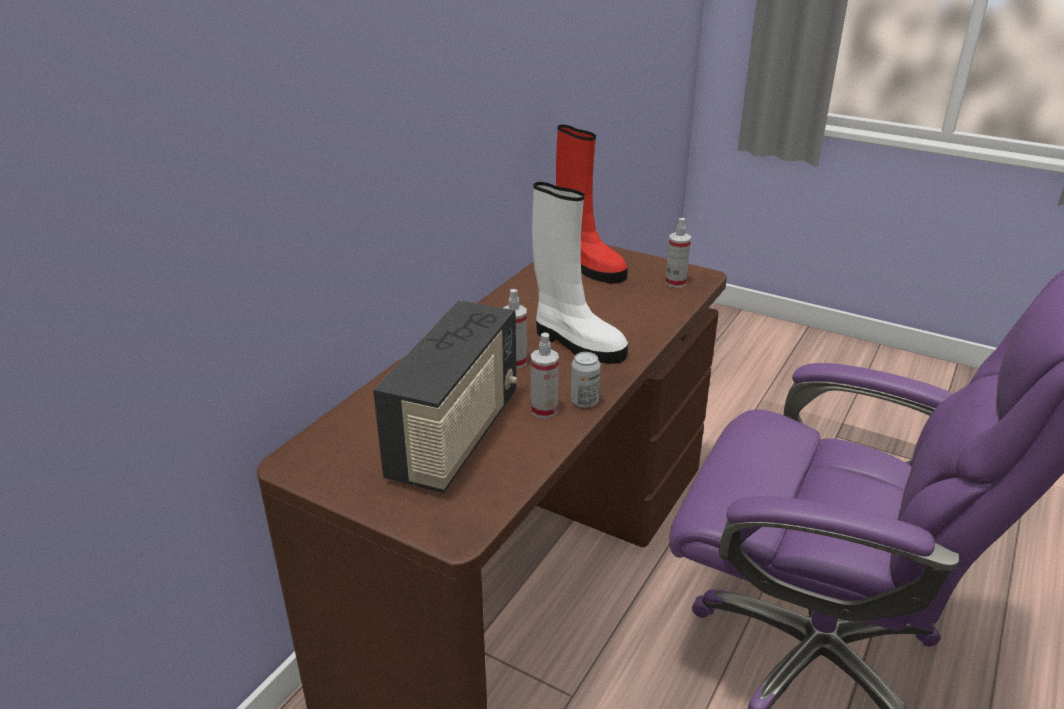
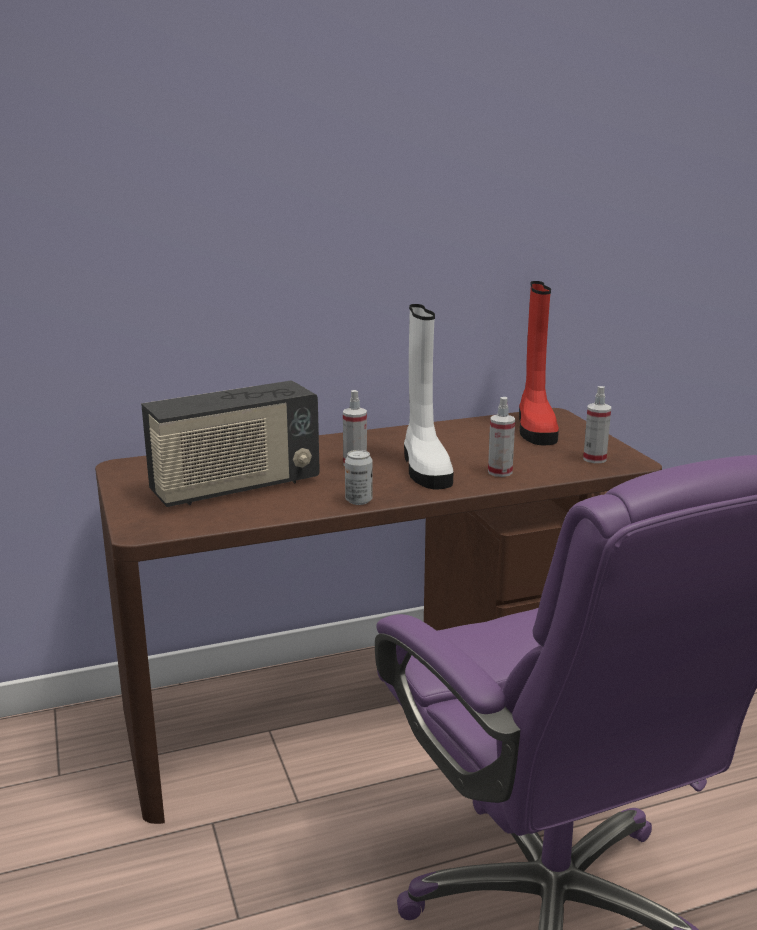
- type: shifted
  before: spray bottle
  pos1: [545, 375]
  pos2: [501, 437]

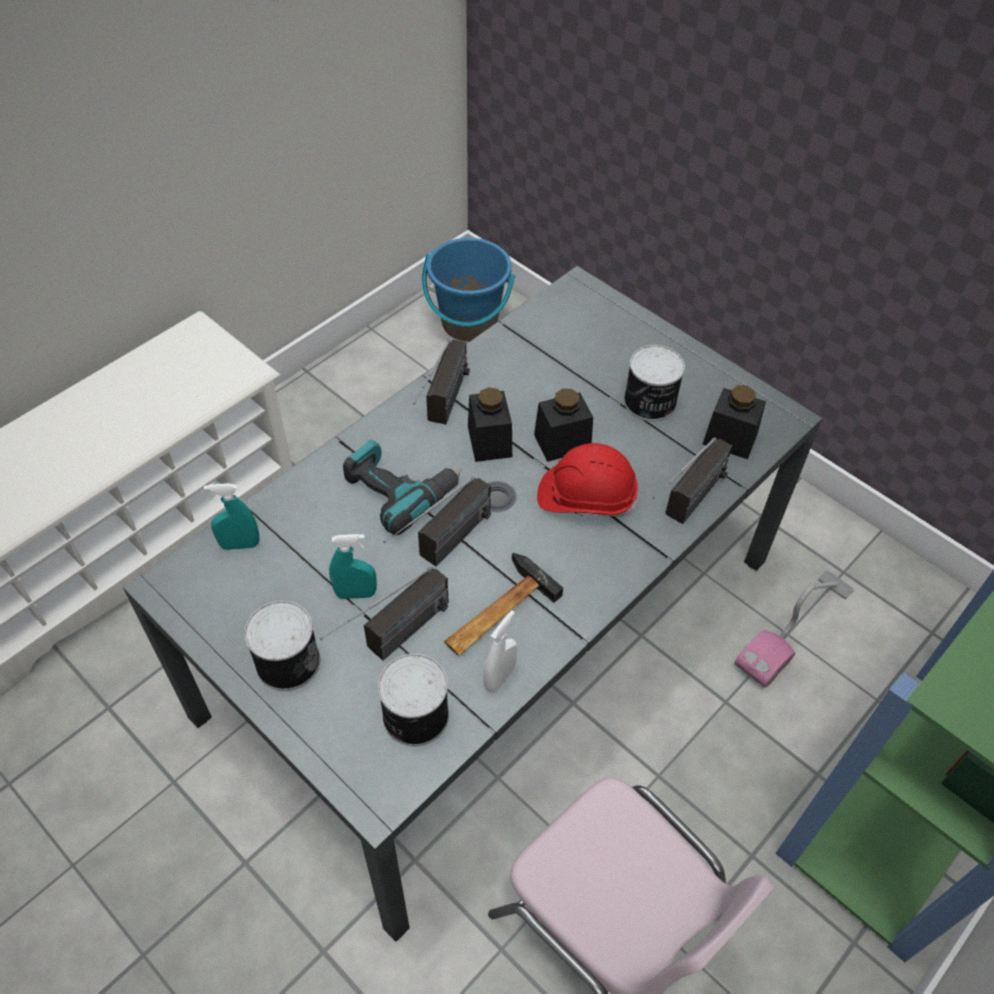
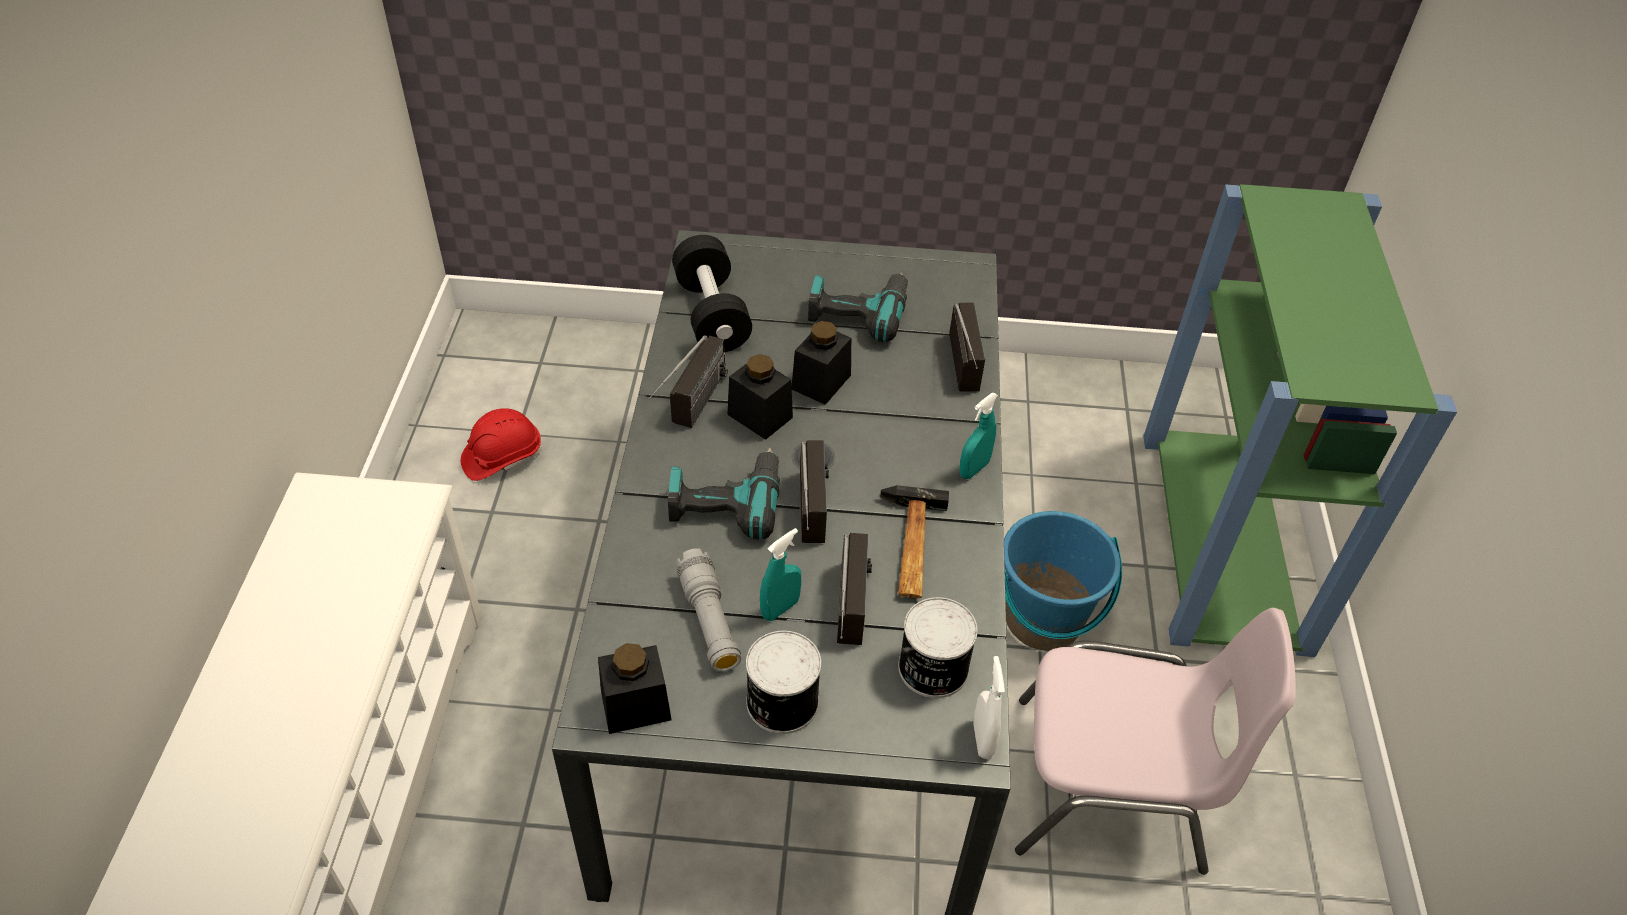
- type: shifted
  before: turquoise-coloured spray bottle
  pos1: [231, 516]
  pos2: [978, 436]
- type: rotated
  before: radio
  pos1: [441, 382]
  pos2: [688, 381]
  turn: 45
- type: shifted
  before: blue-coloured pail
  pos1: [468, 289]
  pos2: [1063, 581]
- type: shifted
  before: white-coloured spray bottle
  pos1: [500, 651]
  pos2: [989, 707]
- type: shifted
  before: red-coloured hard hat
  pos1: [587, 480]
  pos2: [501, 444]
- type: swapped
  before: sealed can
  after: power drill
  pos1: [654, 383]
  pos2: [858, 308]
- type: shifted
  before: black jar
  pos1: [734, 422]
  pos2: [635, 688]
- type: gone
  before: vacuum cleaner
  pos1: [794, 629]
- type: new
  after: black free weight
  pos2: [712, 293]
- type: new
  after: grey torch
  pos2: [708, 610]

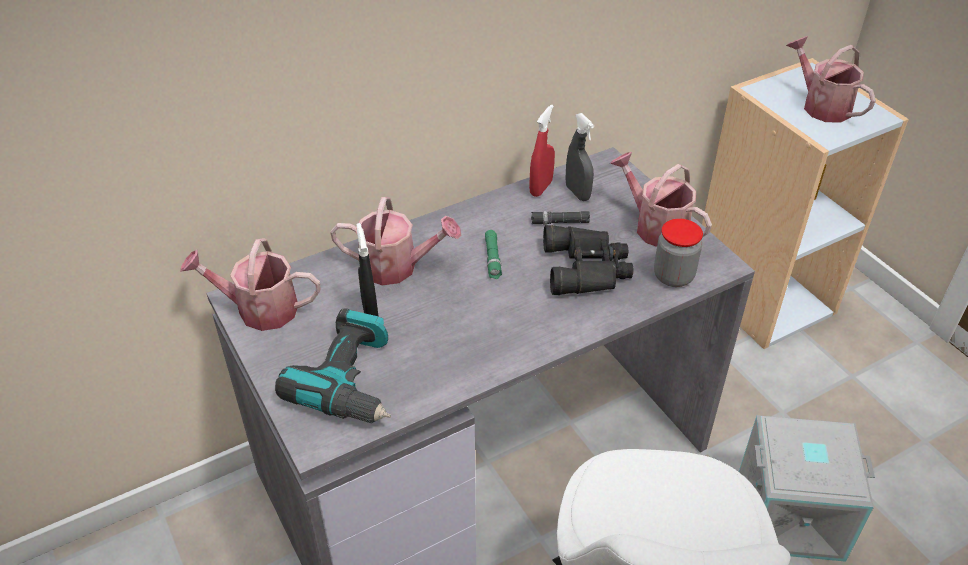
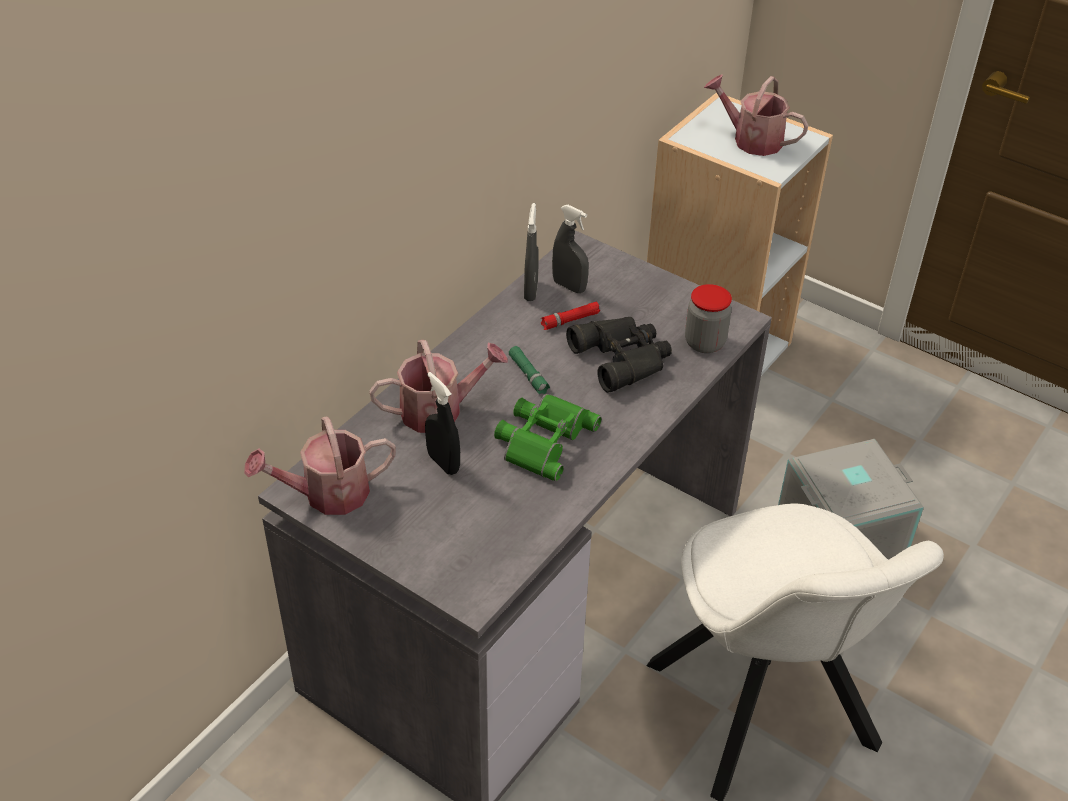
- type: gone
  before: power drill
  pos1: [333, 365]
- type: repainted
  before: red-coloured spray bottle
  after: grey spray bottle
  pos1: [542, 150]
  pos2: [531, 252]
- type: repainted
  before: black torch
  after: red-coloured torch
  pos1: [560, 218]
  pos2: [570, 316]
- type: gone
  before: watering can
  pos1: [661, 199]
- type: new
  after: green-coloured field glasses
  pos2: [548, 438]

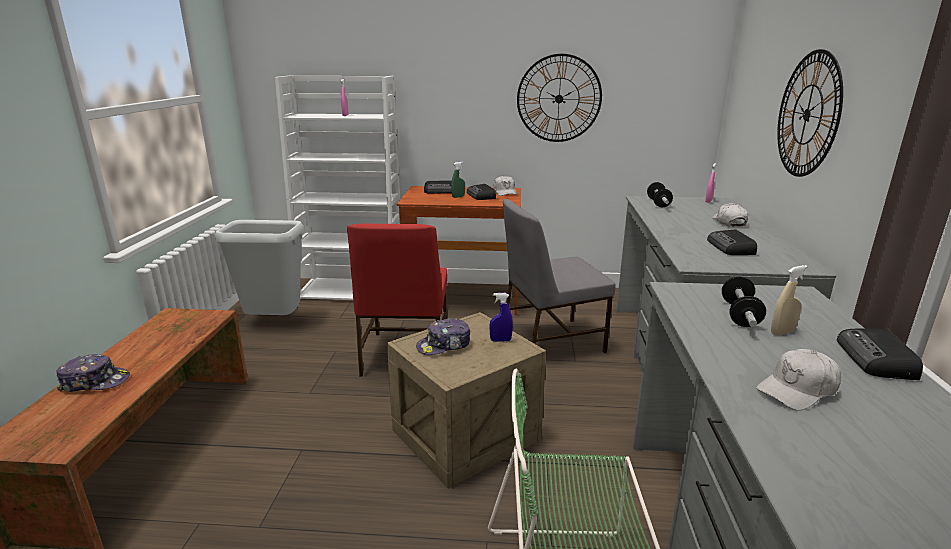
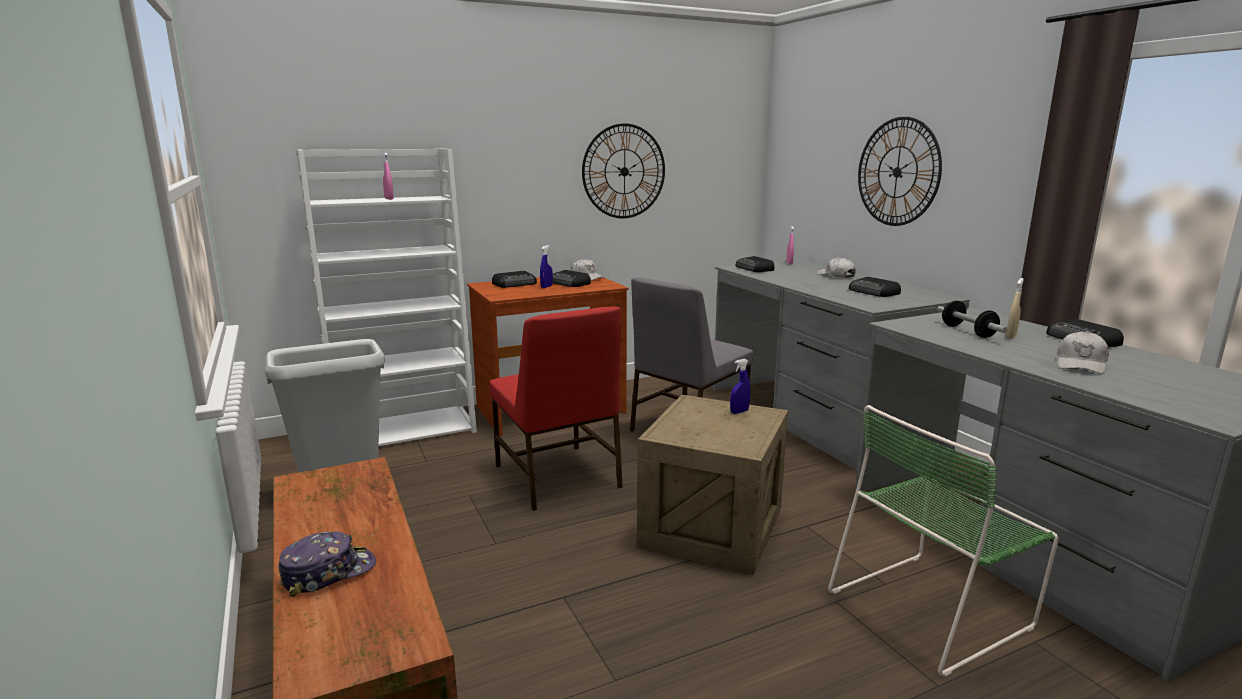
- type: gone
  before: baseball cap
  pos1: [443, 336]
- type: repainted
  before: green-coloured spray bottle
  after: blue-coloured spray bottle
  pos1: [458, 180]
  pos2: [546, 266]
- type: swapped
  before: free weight
  after: radio
  pos1: [660, 194]
  pos2: [754, 264]

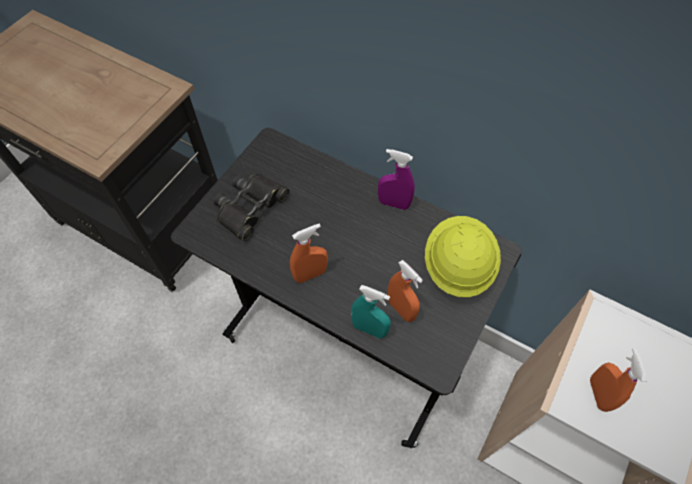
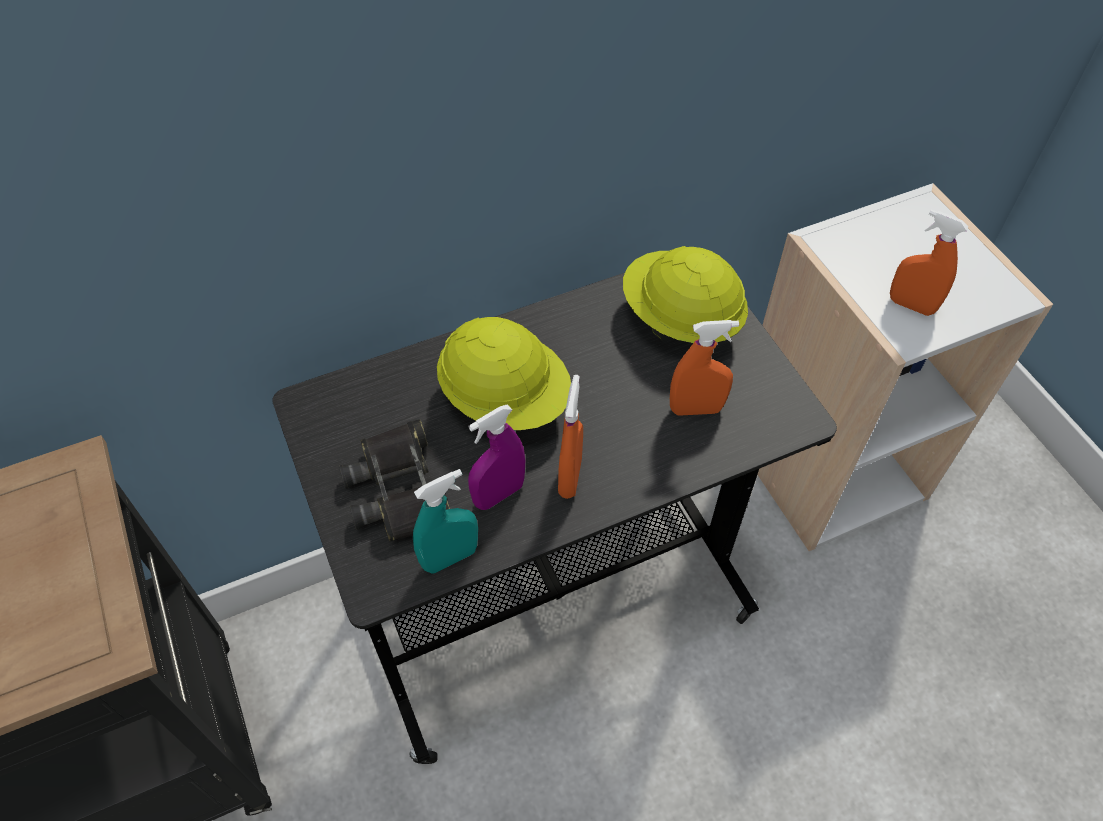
- type: shifted
  before: turquoise-coloured spray bottle
  pos1: [371, 312]
  pos2: [445, 521]
- type: shifted
  before: purple-coloured spray bottle
  pos1: [396, 179]
  pos2: [496, 457]
- type: new
  after: yellowish hard hat
  pos2: [504, 373]

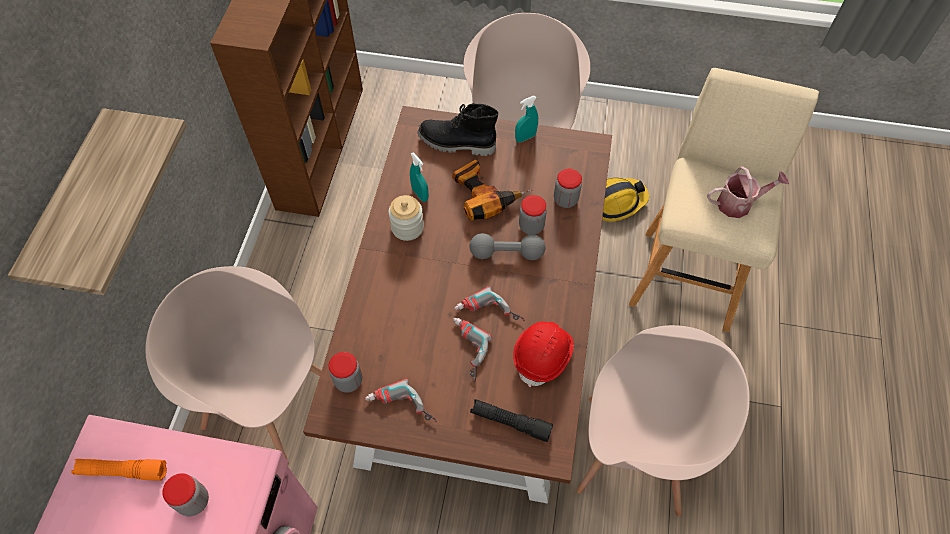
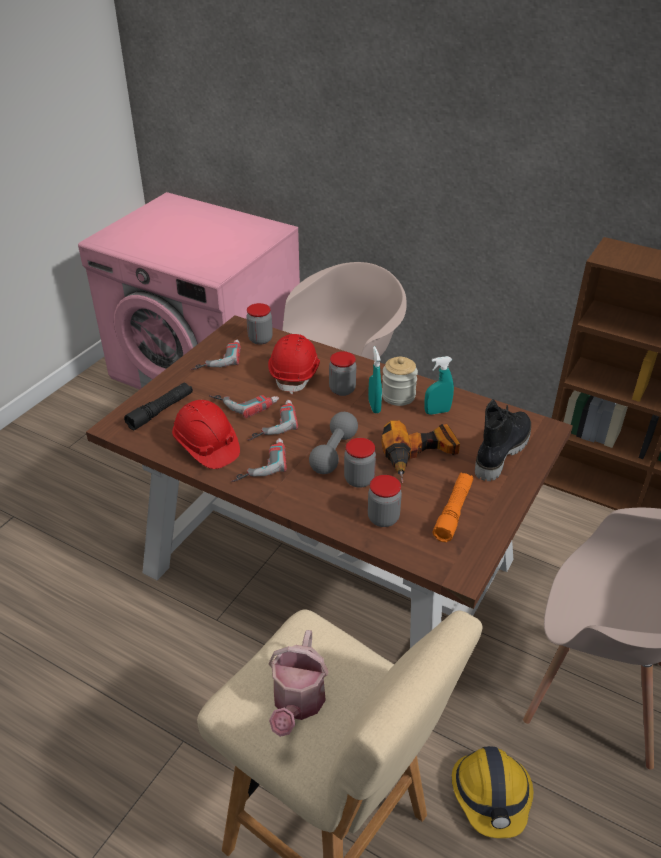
- type: gone
  before: wall shelf
  pos1: [97, 201]
- type: shifted
  before: orangey torch
  pos1: [119, 470]
  pos2: [453, 507]
- type: shifted
  before: jar
  pos1: [185, 494]
  pos2: [342, 373]
- type: shifted
  before: turquoise-coloured spray bottle
  pos1: [526, 119]
  pos2: [375, 379]
- type: gone
  before: sand-coloured upright chair
  pos1: [663, 420]
- type: new
  after: power drill
  pos2: [259, 460]
- type: new
  after: red-coloured hard hat
  pos2: [294, 364]

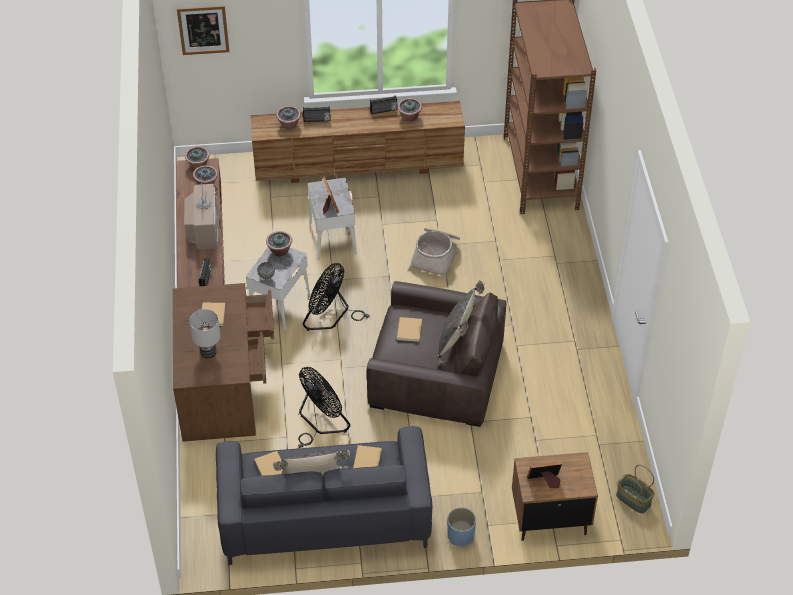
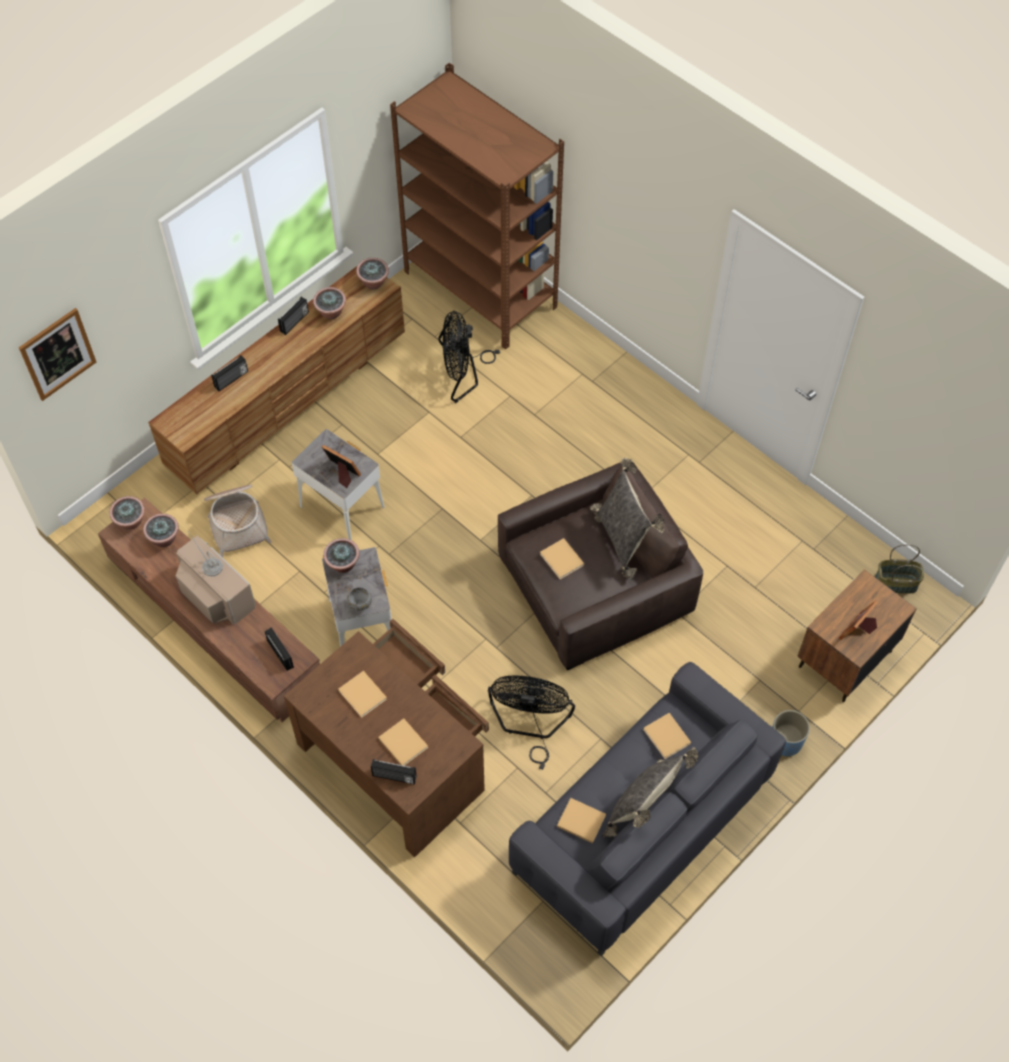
- type: swapped
  before: grey lamp for a table
  after: sand-coloured book
  pos1: [205, 333]
  pos2: [403, 742]
- type: shifted
  before: houseplant
  pos1: [288, 117]
  pos2: [372, 273]
- type: shifted
  before: black cooling fan
  pos1: [336, 297]
  pos2: [469, 357]
- type: shifted
  before: basket
  pos1: [434, 254]
  pos2: [238, 521]
- type: new
  after: radio
  pos2: [394, 772]

